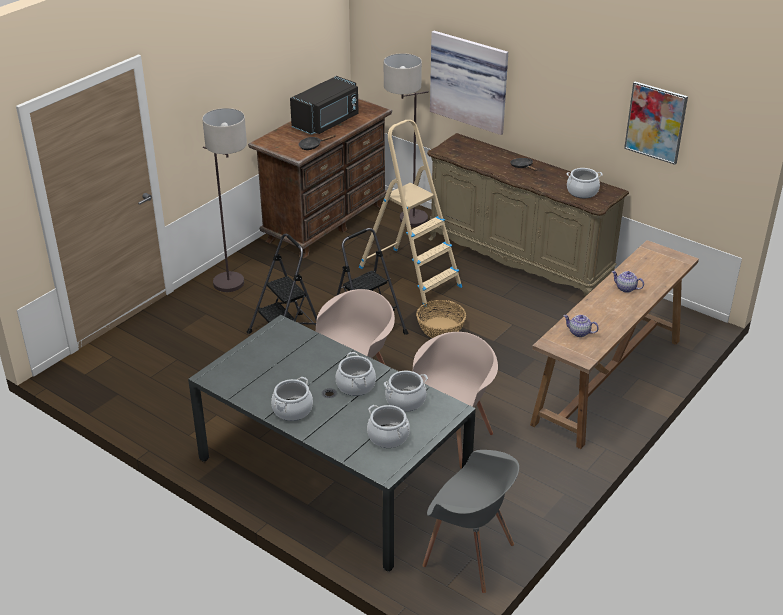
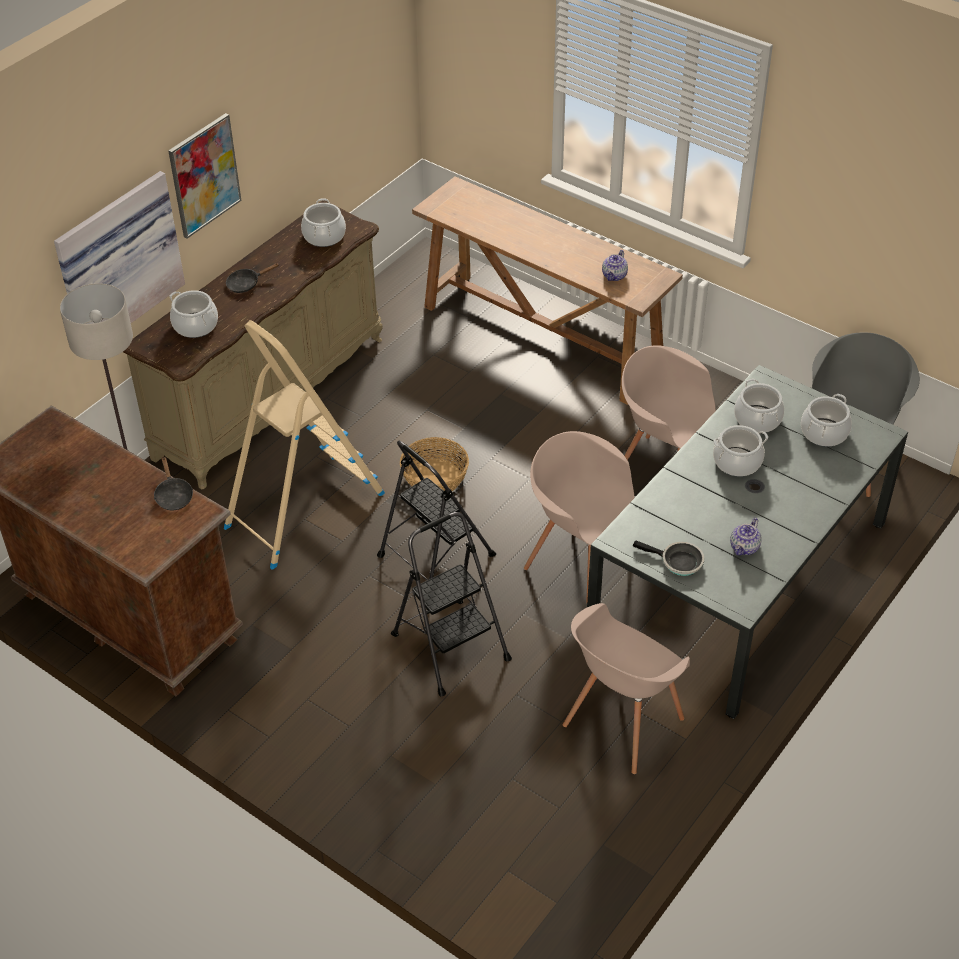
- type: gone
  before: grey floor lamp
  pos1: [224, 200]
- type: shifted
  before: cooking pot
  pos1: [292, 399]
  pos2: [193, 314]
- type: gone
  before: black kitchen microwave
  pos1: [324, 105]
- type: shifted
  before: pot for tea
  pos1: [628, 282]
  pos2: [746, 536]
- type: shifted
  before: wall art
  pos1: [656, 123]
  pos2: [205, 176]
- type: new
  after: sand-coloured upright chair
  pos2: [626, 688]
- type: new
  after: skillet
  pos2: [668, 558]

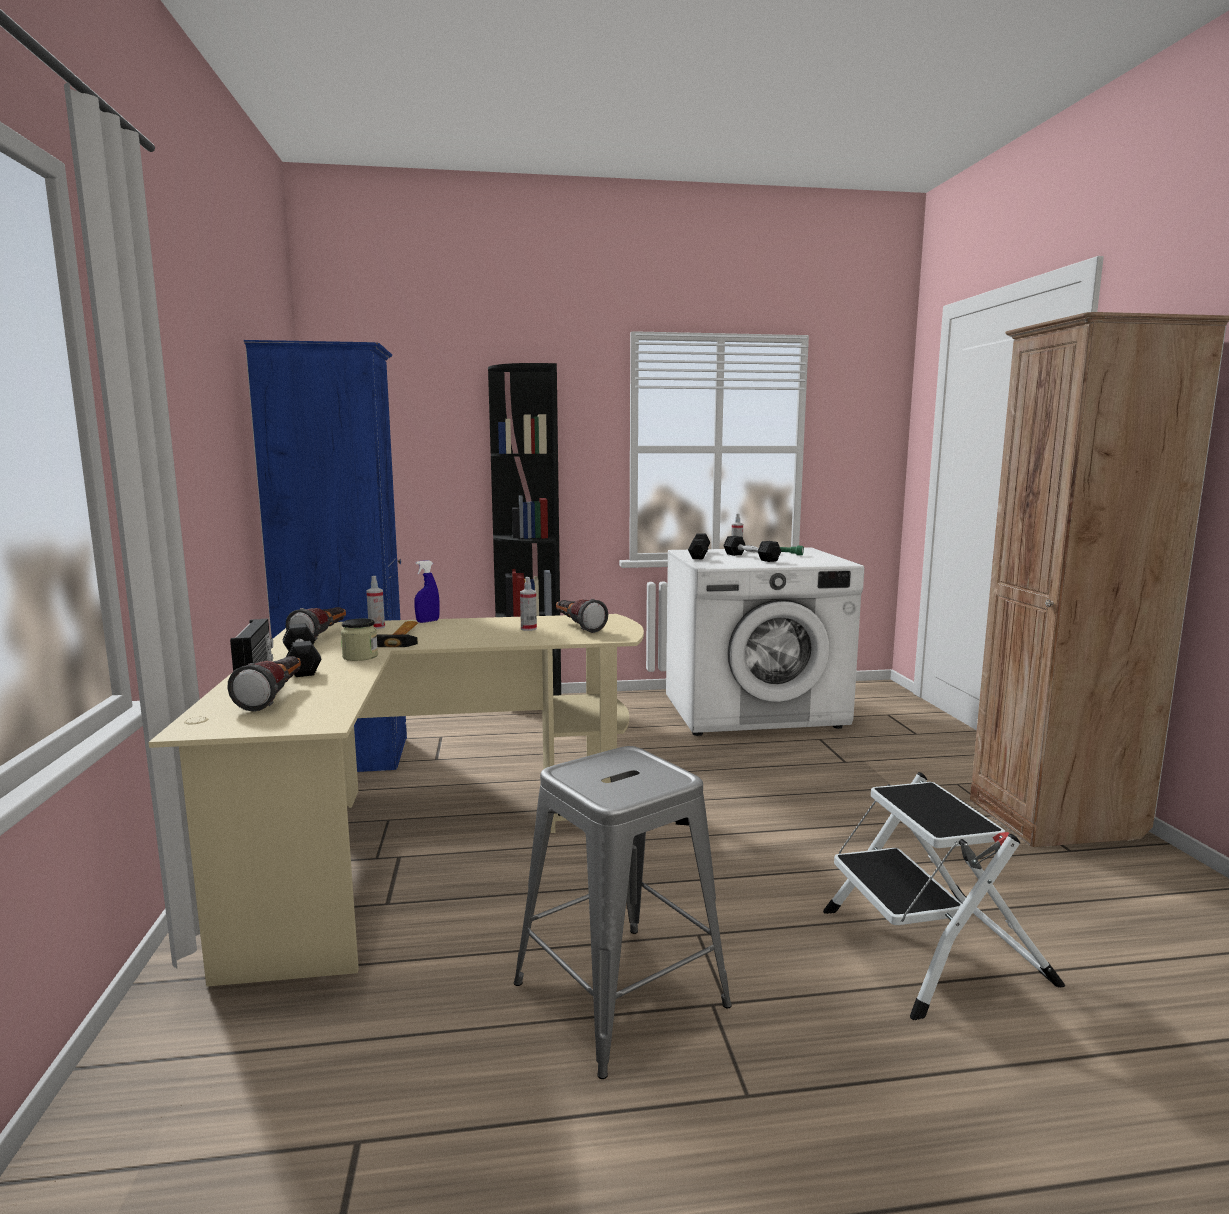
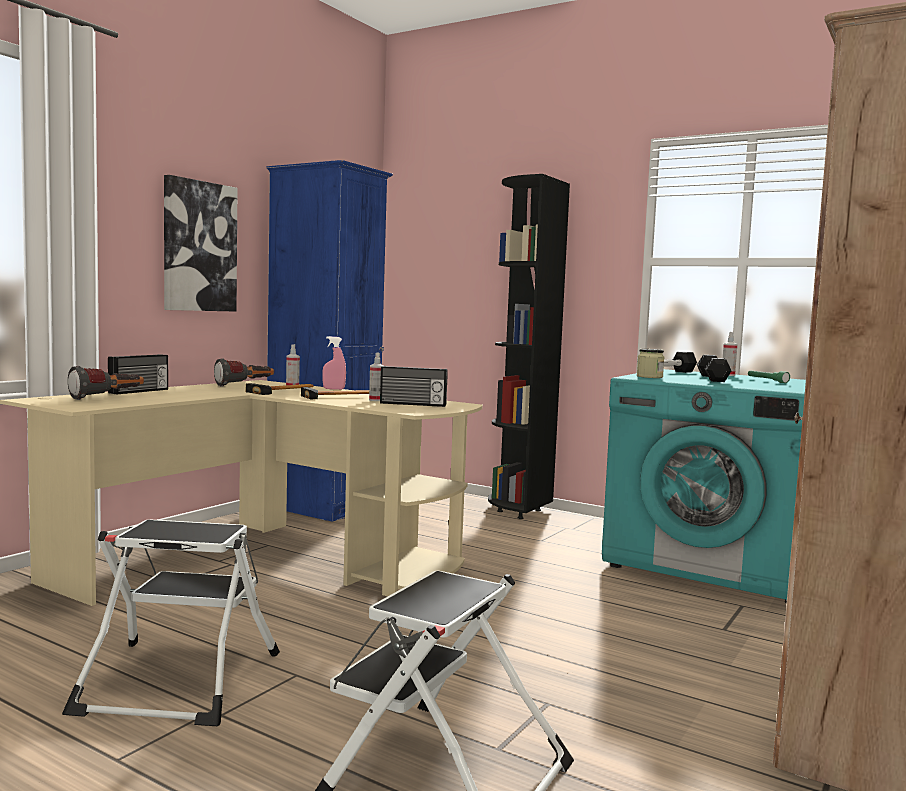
- type: gone
  before: black free weight
  pos1: [302, 650]
- type: shifted
  before: jar
  pos1: [359, 639]
  pos2: [651, 363]
- type: repainted
  before: blue-coloured spray bottle
  after: pink-coloured spray bottle
  pos1: [427, 591]
  pos2: [334, 363]
- type: swapped
  before: grey stool
  after: step stool
  pos1: [623, 912]
  pos2: [171, 622]
- type: swapped
  before: torch
  after: radio
  pos1: [582, 616]
  pos2: [414, 386]
- type: repainted
  before: white-coloured washing machine
  after: turquoise-coloured washing machine
  pos1: [765, 641]
  pos2: [704, 486]
- type: new
  after: wall art
  pos2: [200, 243]
- type: new
  after: hand hammer
  pos2: [335, 393]

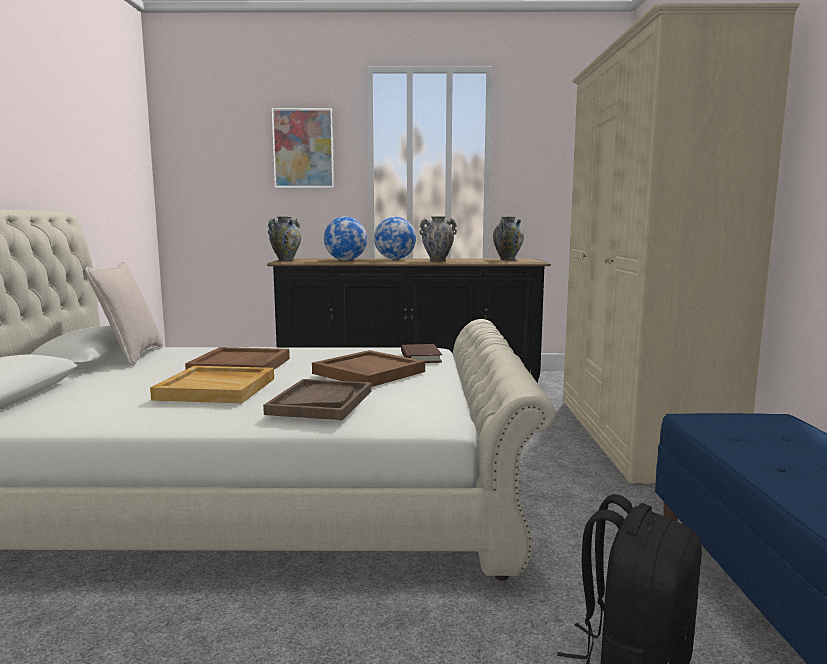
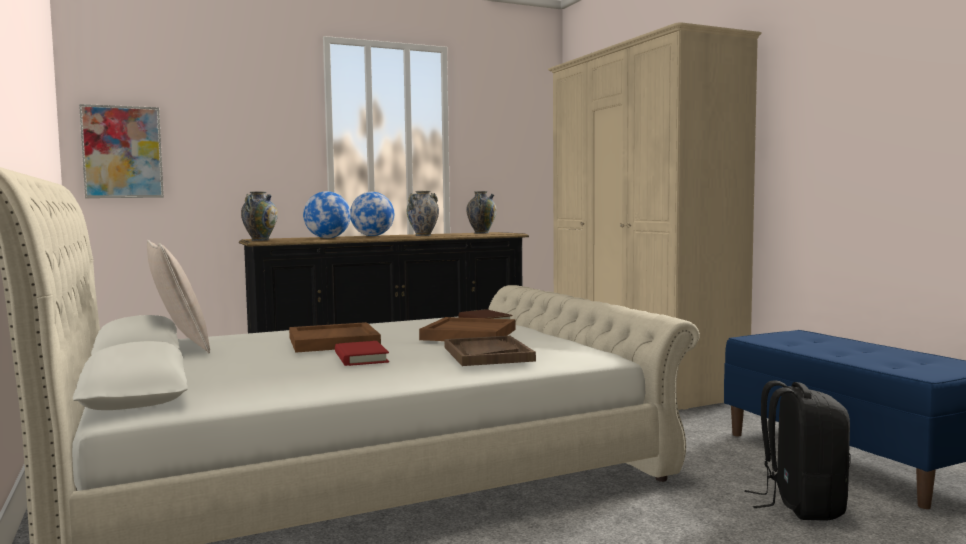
- type: swapped
  before: sand-coloured carrying tray
  after: red-coloured book
  pos1: [212, 385]
  pos2: [362, 353]
- type: shifted
  before: wall art
  pos1: [303, 148]
  pos2: [121, 151]

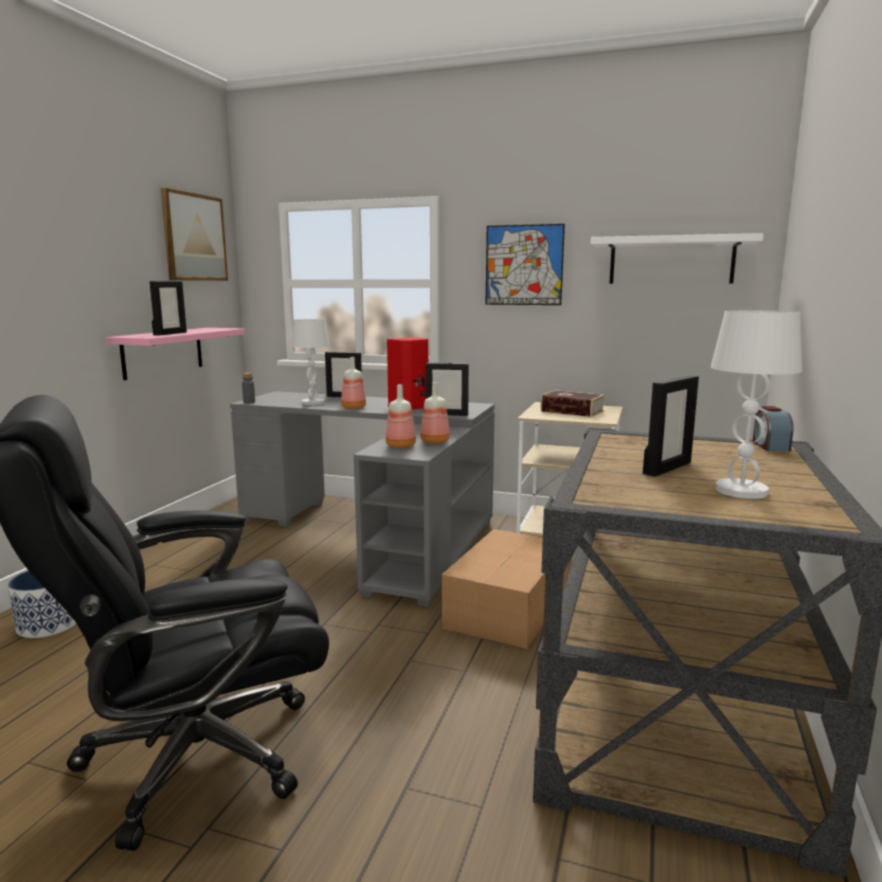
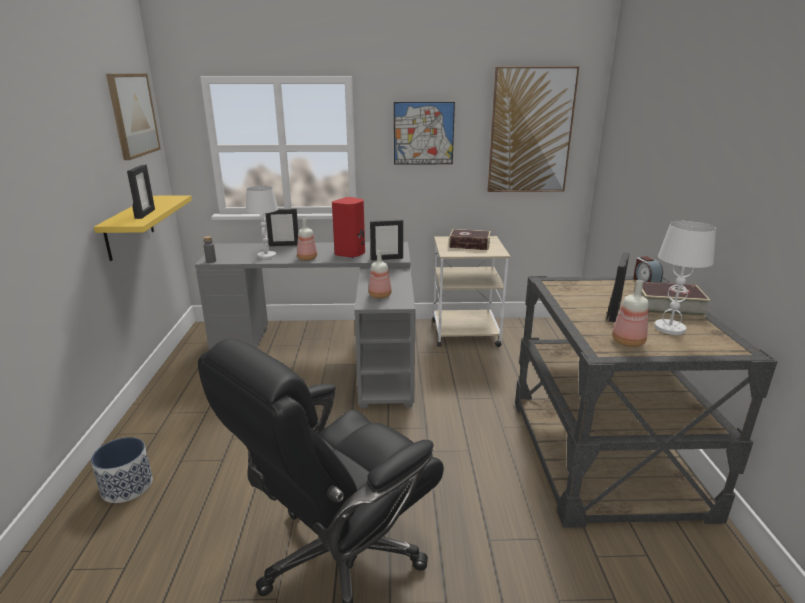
- type: repainted
  before: pink-coloured wall shelf
  after: yellowish wall shelf
  pos1: [175, 354]
  pos2: [143, 228]
- type: shifted
  before: bottle
  pos1: [435, 413]
  pos2: [630, 313]
- type: gone
  before: packing box
  pos1: [505, 589]
- type: swapped
  before: white-coloured wall shelf
  after: wall art
  pos1: [677, 258]
  pos2: [533, 129]
- type: new
  after: book
  pos2: [671, 299]

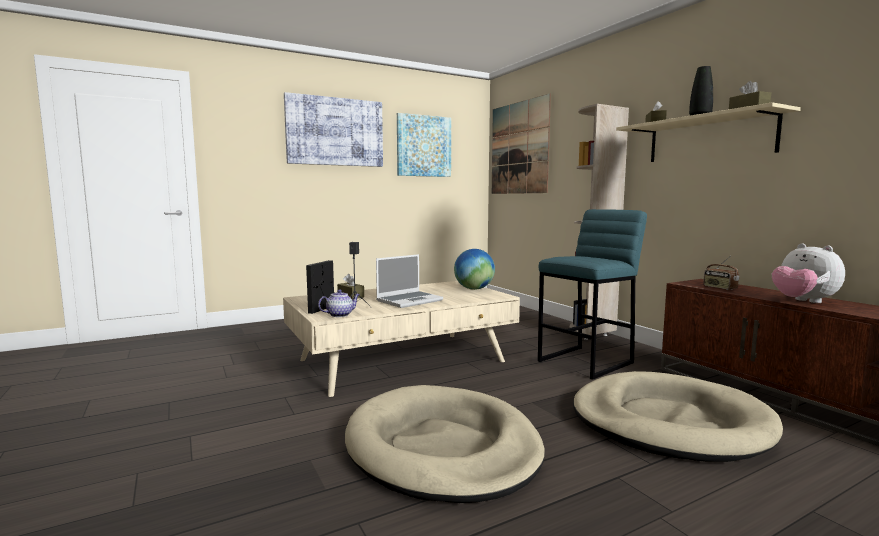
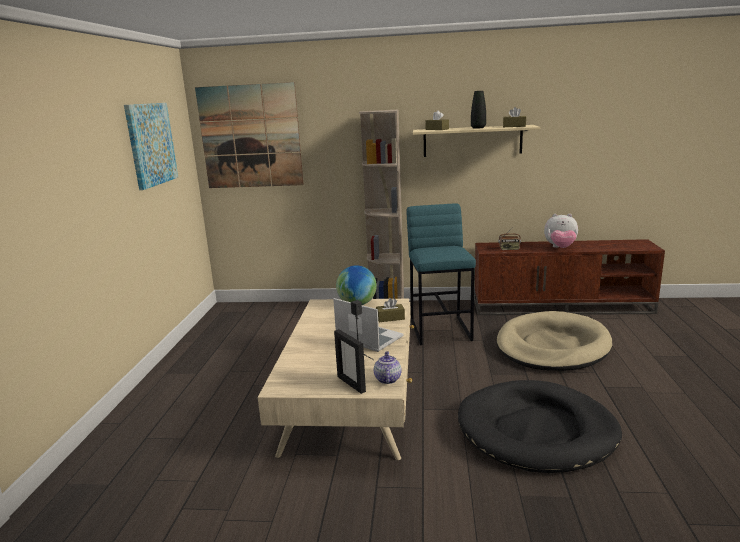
- type: gone
  before: wall art
  pos1: [333, 129]
- type: shifted
  before: brown-coloured box of tissues
  pos1: [350, 286]
  pos2: [390, 310]
- type: repainted
  before: sand-coloured pet bed
  after: black pet bed
  pos1: [445, 444]
  pos2: [540, 426]
- type: rotated
  before: notebook computer
  pos1: [409, 281]
  pos2: [368, 325]
  turn: -45

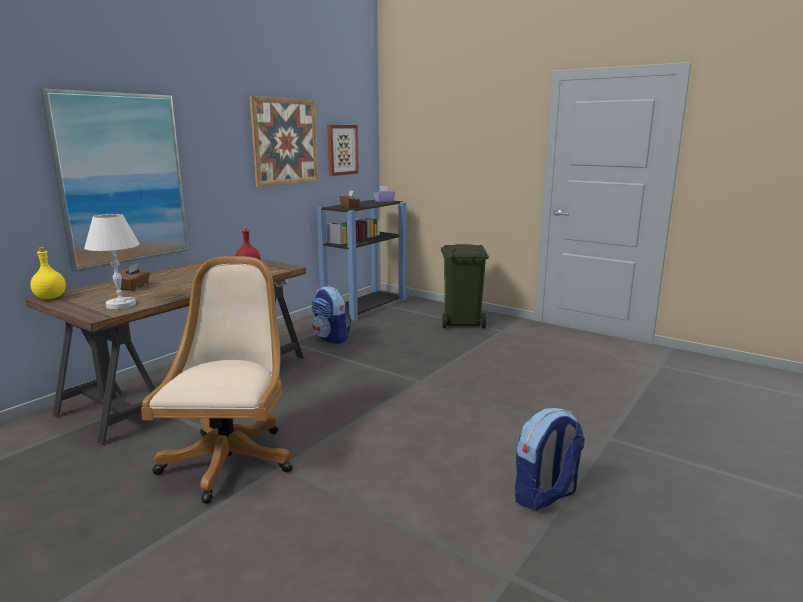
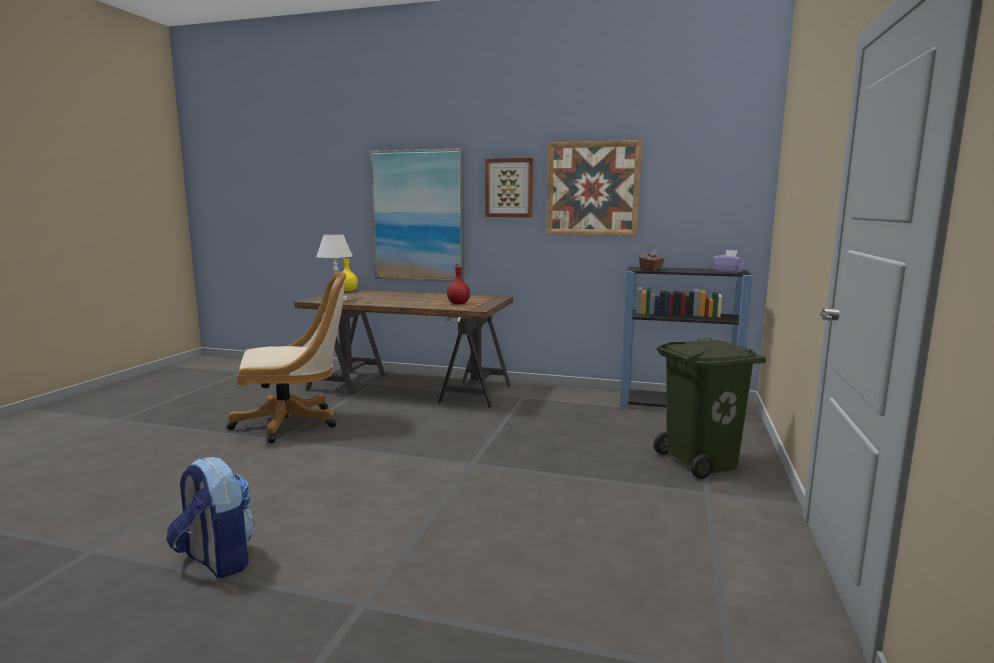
- type: gone
  before: brown-coloured box of tissues
  pos1: [134, 276]
- type: gone
  before: rucksack
  pos1: [331, 315]
- type: shifted
  before: wall art
  pos1: [343, 150]
  pos2: [509, 187]

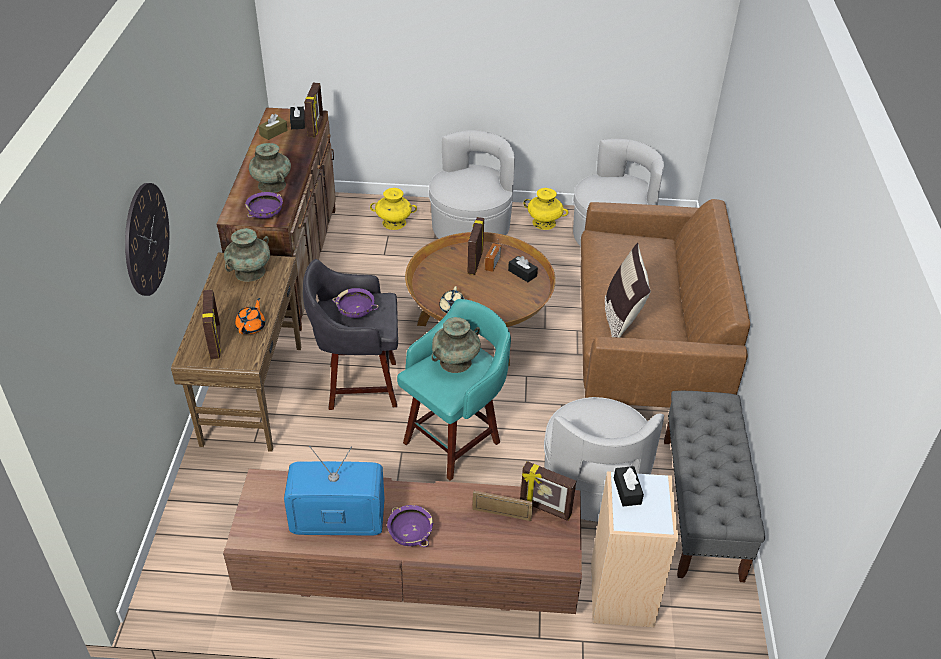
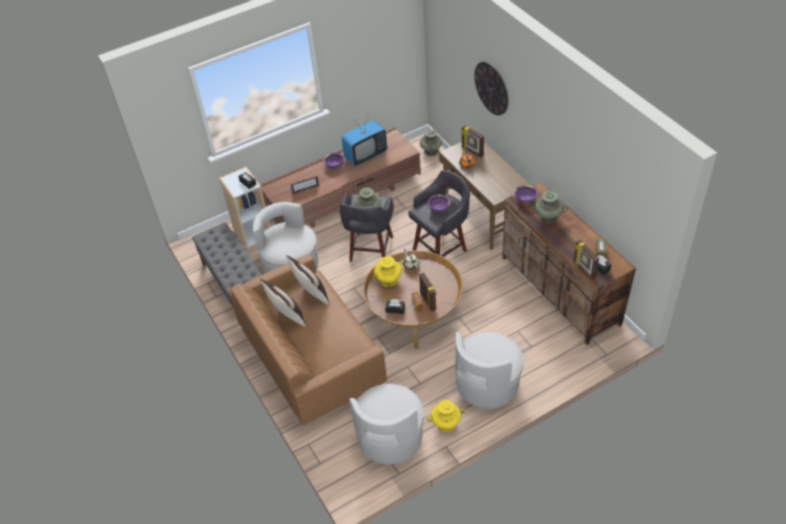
- type: shifted
  before: turquoise-coloured decorative vase
  pos1: [247, 255]
  pos2: [431, 142]
- type: shifted
  before: yellowish decorative vase
  pos1: [393, 209]
  pos2: [388, 271]
- type: repainted
  before: turquoise-coloured stool
  after: grey stool
  pos1: [454, 390]
  pos2: [367, 228]
- type: rotated
  before: white-coloured armchair
  pos1: [472, 184]
  pos2: [489, 370]
  turn: 45
- type: gone
  before: standing frame
  pos1: [548, 491]
- type: new
  after: throw pillow
  pos2: [283, 303]

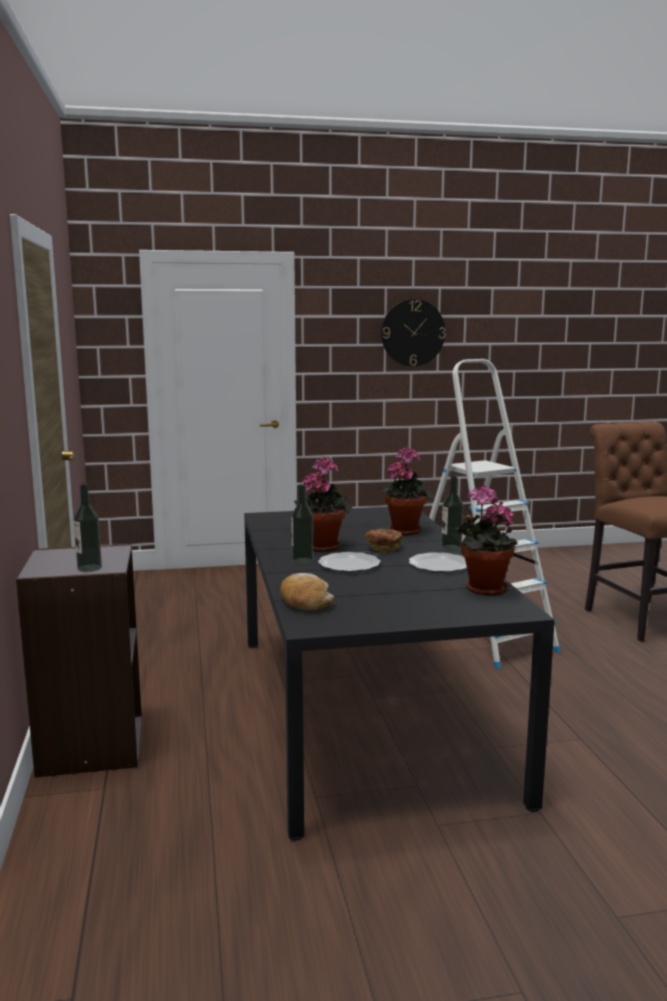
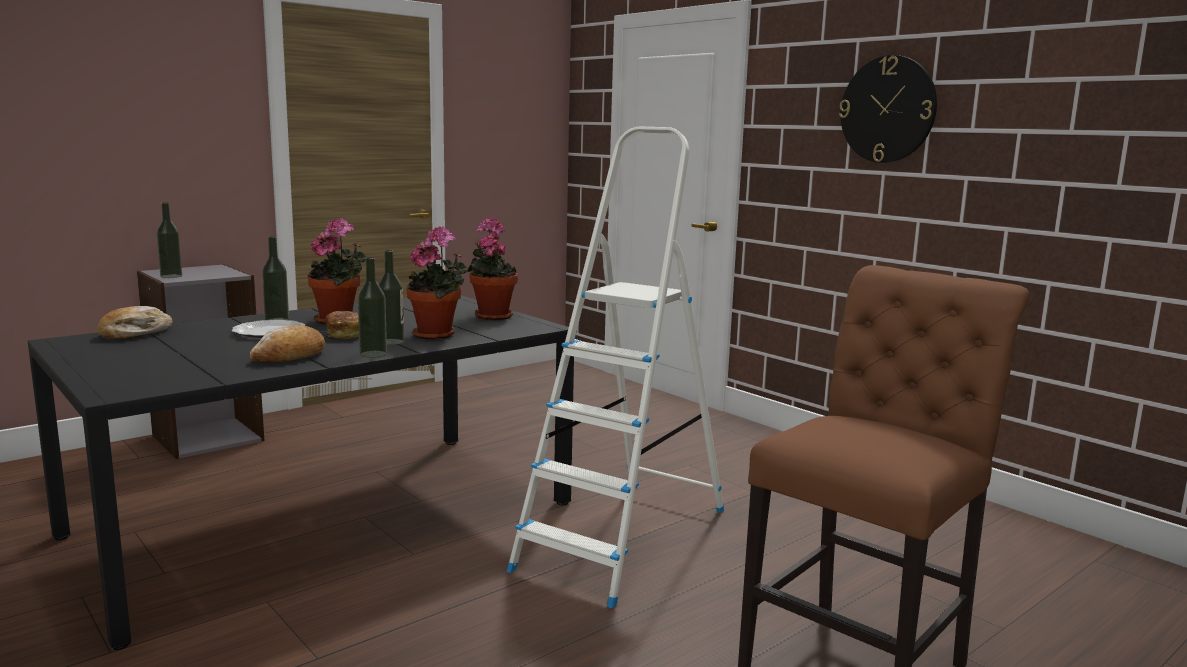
- type: swapped
  before: flat dish
  after: baked bread
  pos1: [438, 562]
  pos2: [287, 344]
- type: shifted
  before: houseplant
  pos1: [486, 540]
  pos2: [492, 268]
- type: new
  after: bottle
  pos2: [391, 297]

